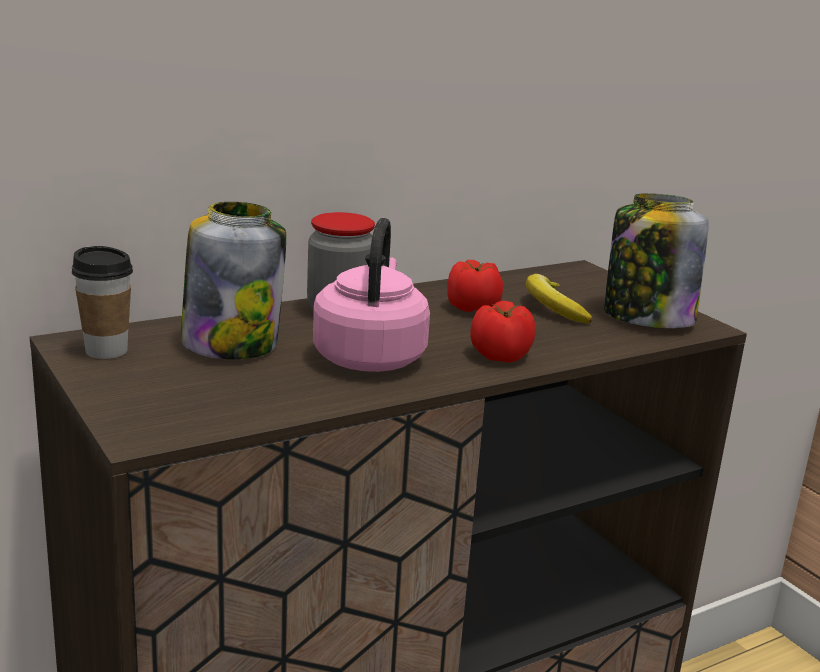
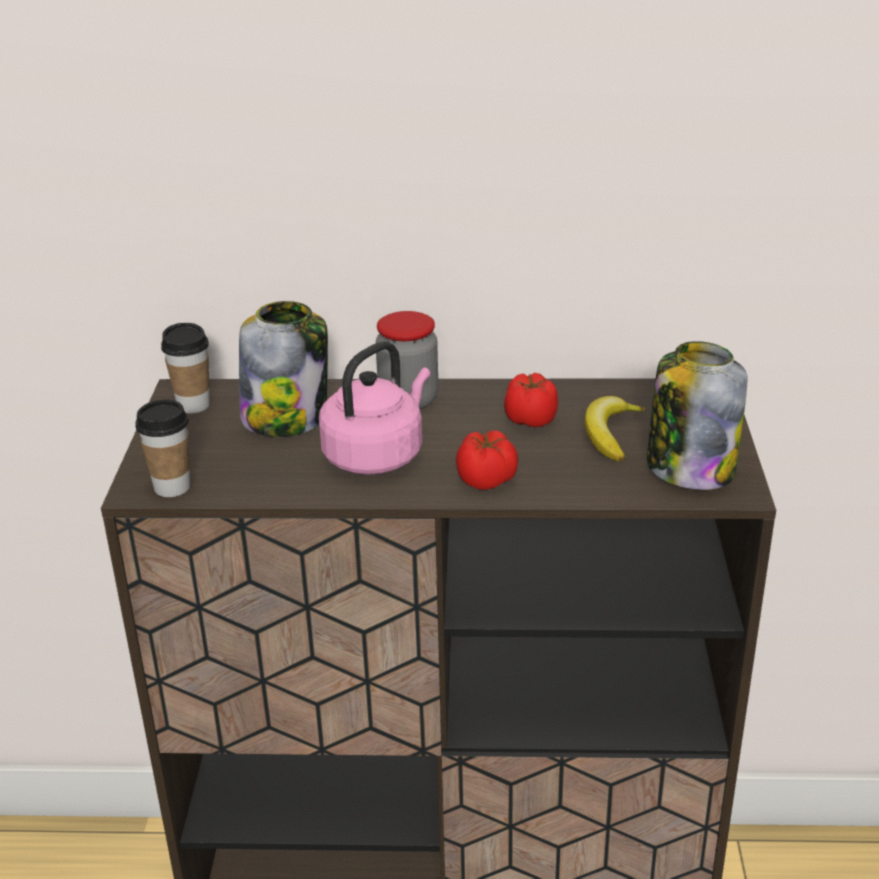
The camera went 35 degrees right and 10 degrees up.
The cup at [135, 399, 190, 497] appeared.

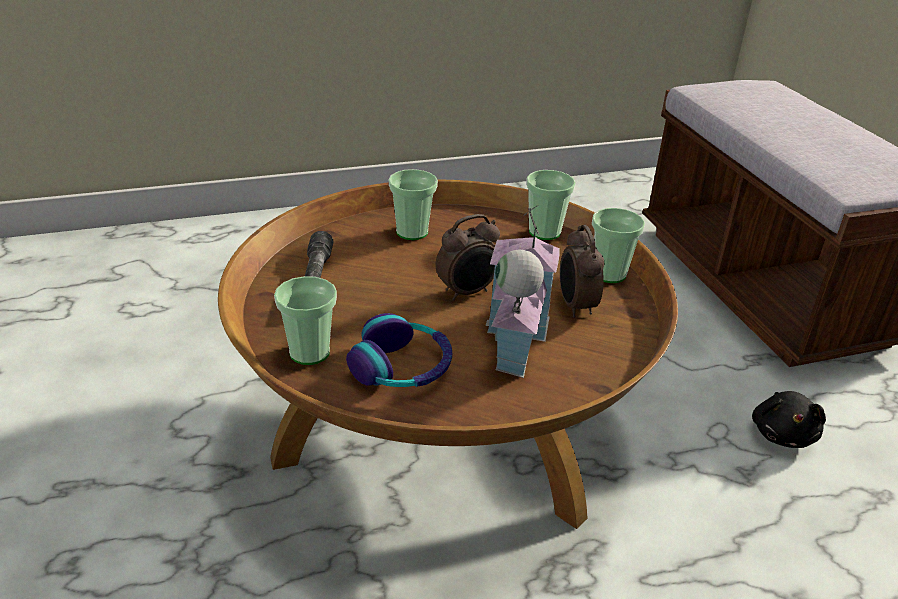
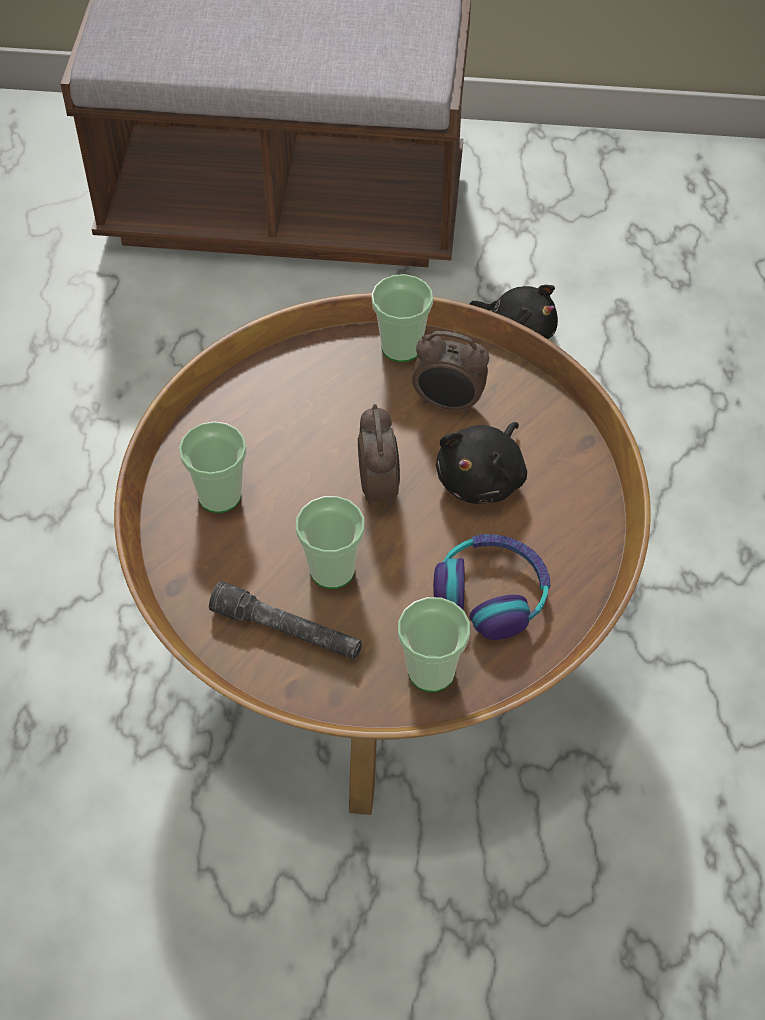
The camera went 65 degrees left and 20 degrees up.
The cup moved from [526, 170, 576, 240] to [296, 496, 364, 589].
The toy_house at [485, 206, 560, 378] was replaced by the black_plush_toy at [436, 422, 527, 504].

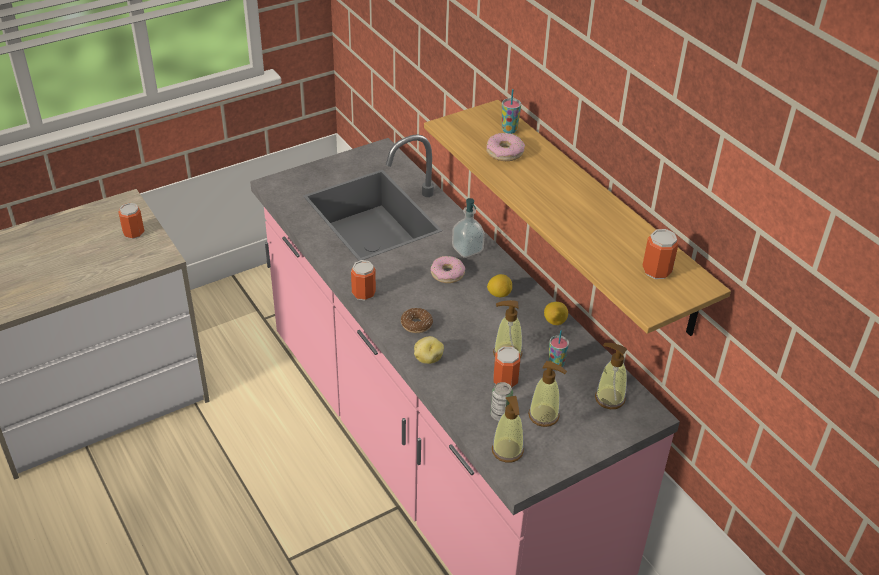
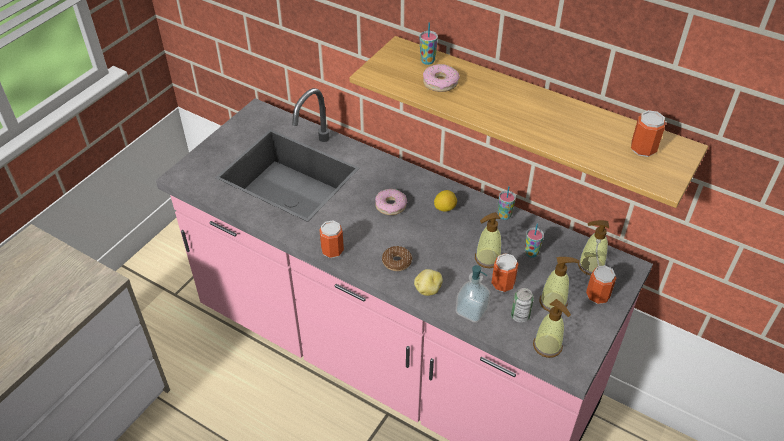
The camera went 25 degrees left and 5 degrees up.
The soap_dispenser moved from [452, 198, 485, 258] to [455, 265, 491, 323].
The lemon at [544, 302, 568, 325] was replaced by the cup at [498, 186, 516, 220].
The can moved from [118, 203, 144, 239] to [586, 265, 616, 304].

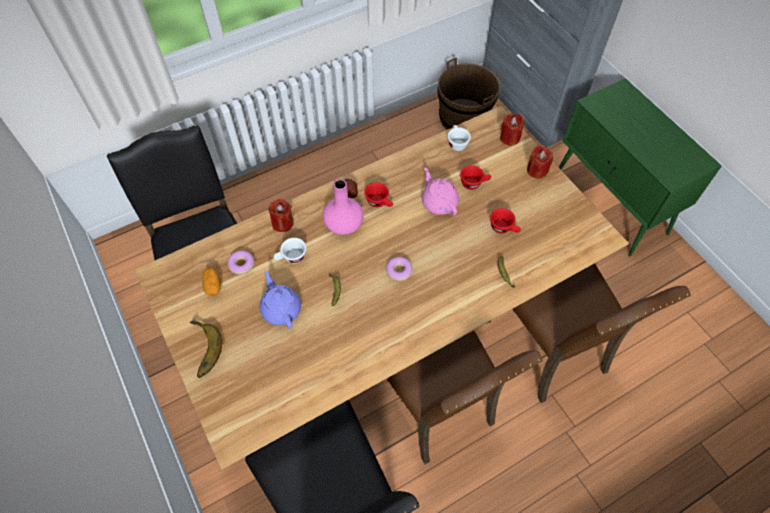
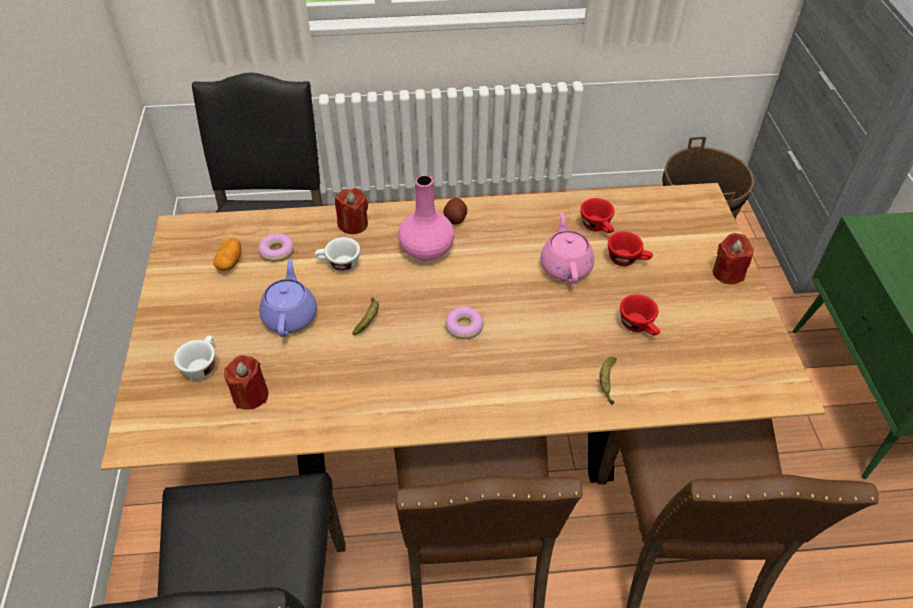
The camera went 25 degrees right and 10 degrees down.
The white_cup moved from [448, 125, 471, 151] to [174, 335, 215, 380].
The red_candle moved from [500, 114, 524, 146] to [224, 355, 268, 410].
The red_cup moved from [364, 182, 393, 207] to [580, 198, 615, 233].
The banana at [190, 320, 222, 378] disappeared.

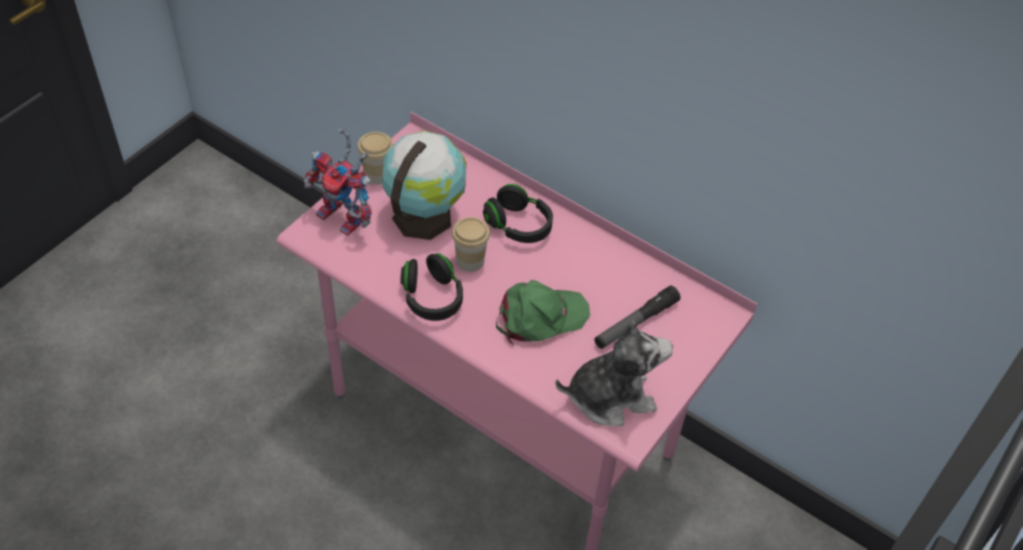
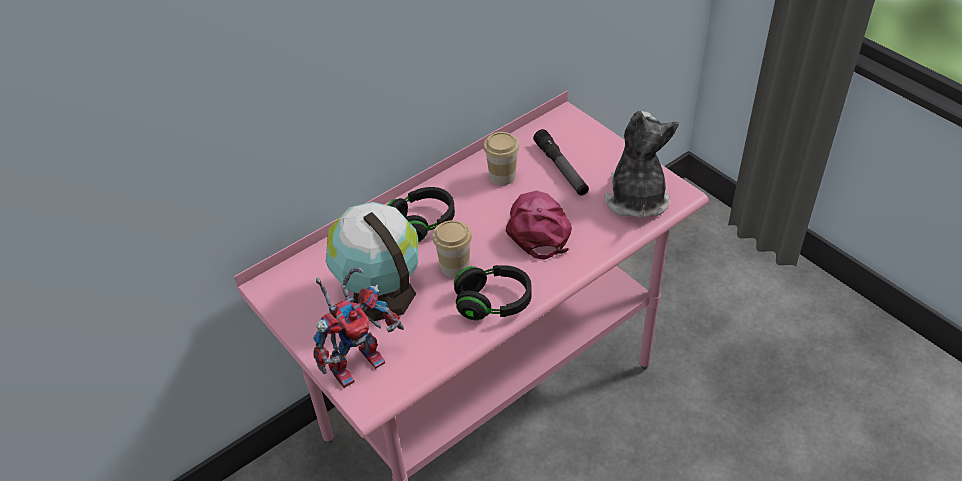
The camera went 70 degrees left and 5 degrees down.
The cup moved from [357, 132, 393, 185] to [484, 132, 519, 185].
The green_cap at [496, 280, 590, 345] became the pink_cap at [506, 191, 572, 260].

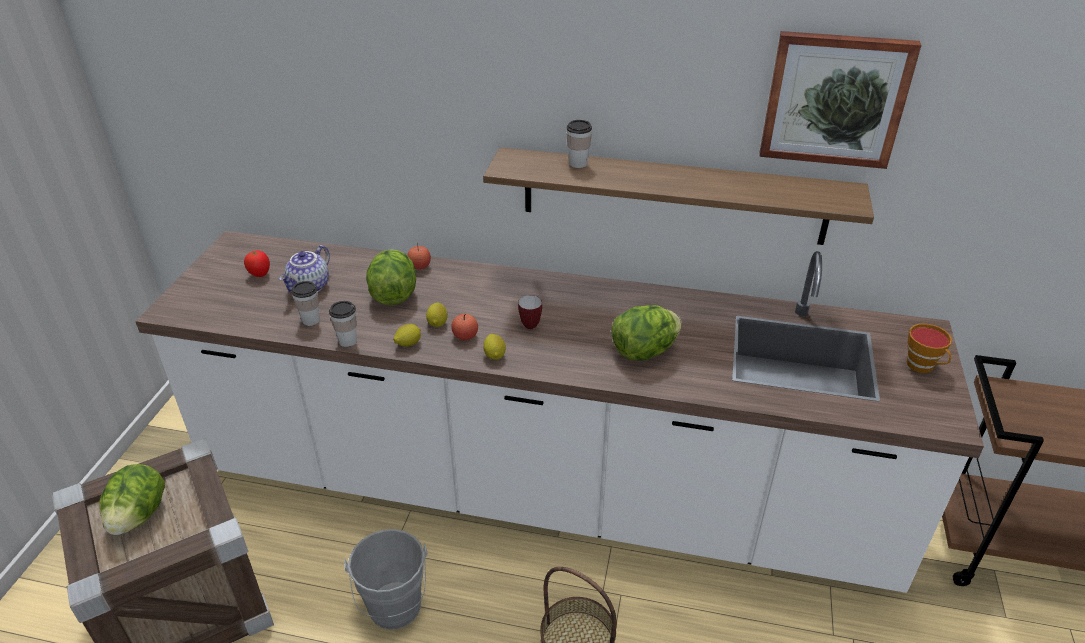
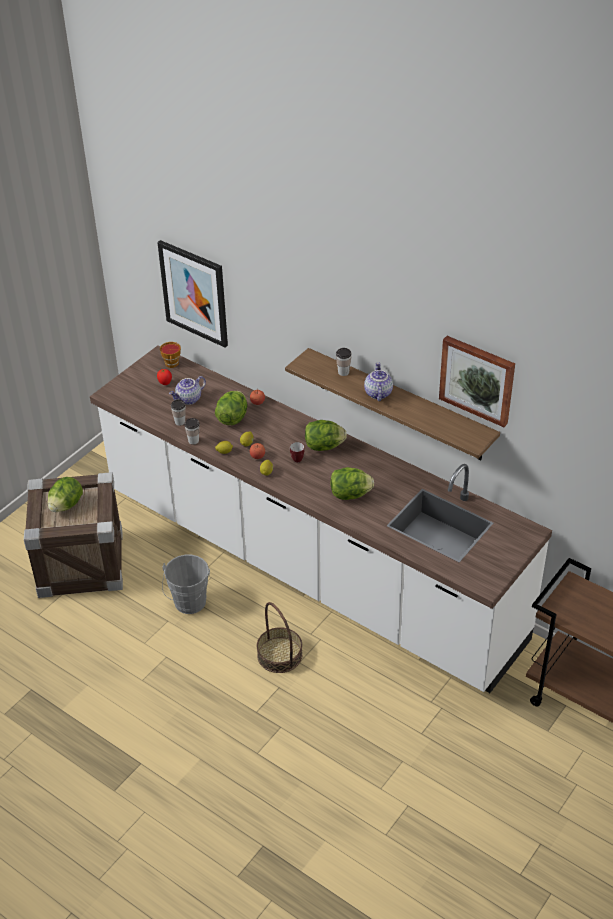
The camera went 25 degrees right and 5 degrees up.
The picture at [157, 240, 228, 347] appeared.
The cup moved from [907, 323, 952, 373] to [160, 342, 181, 368].
The lettuce at [305, 420, 347, 451] appeared.
The teapot at [364, 362, 393, 401] appeared.

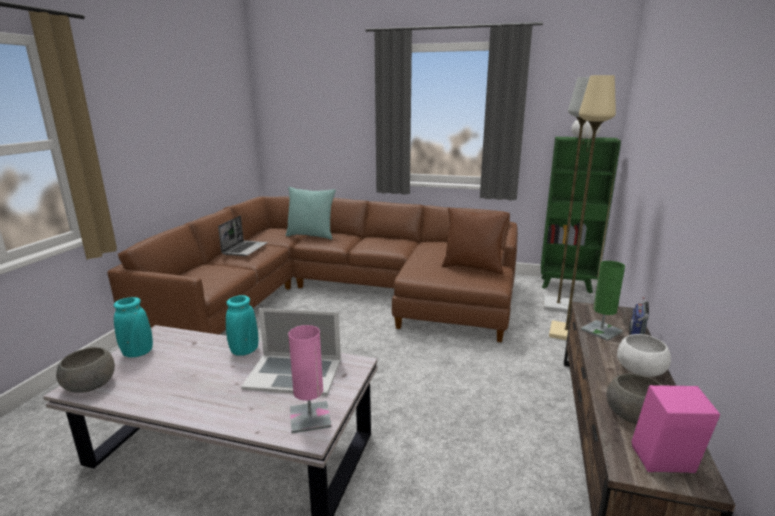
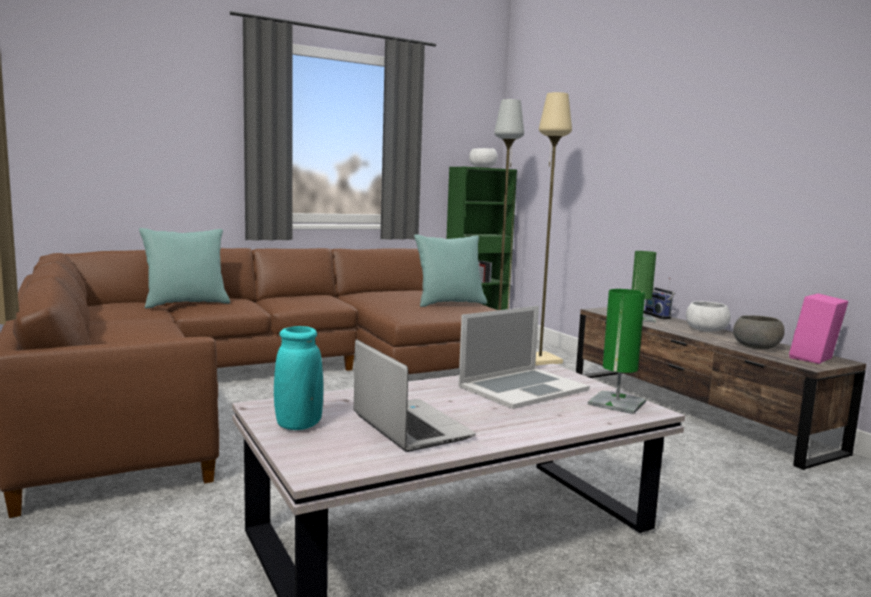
The camera went 45 degrees left and 10 degrees down.
The laptop moved from [218, 216, 268, 256] to [354, 340, 476, 452].
The brown_pillow at [442, 207, 510, 274] became the turquoise_pillow at [414, 234, 487, 307].
The pink_table_lamp at [288, 325, 332, 433] became the green_table_lamp at [588, 289, 646, 414].
The grey_bowl at [56, 347, 115, 393] disappeared.
The turquoise_vase at [226, 295, 258, 356] disappeared.

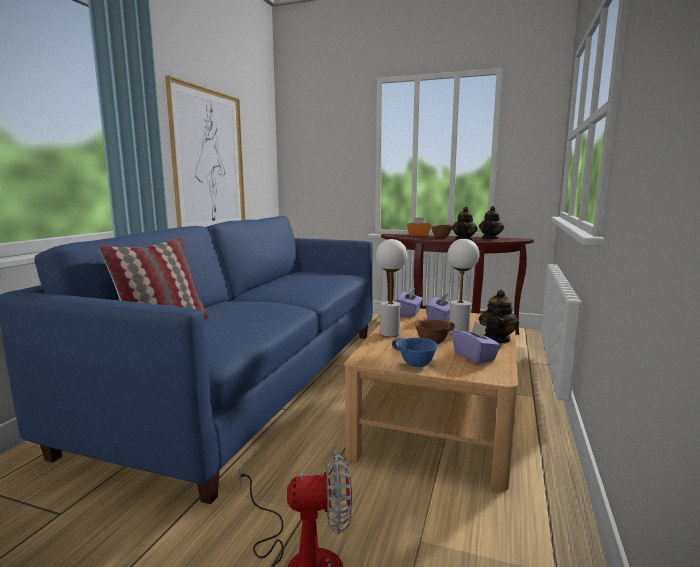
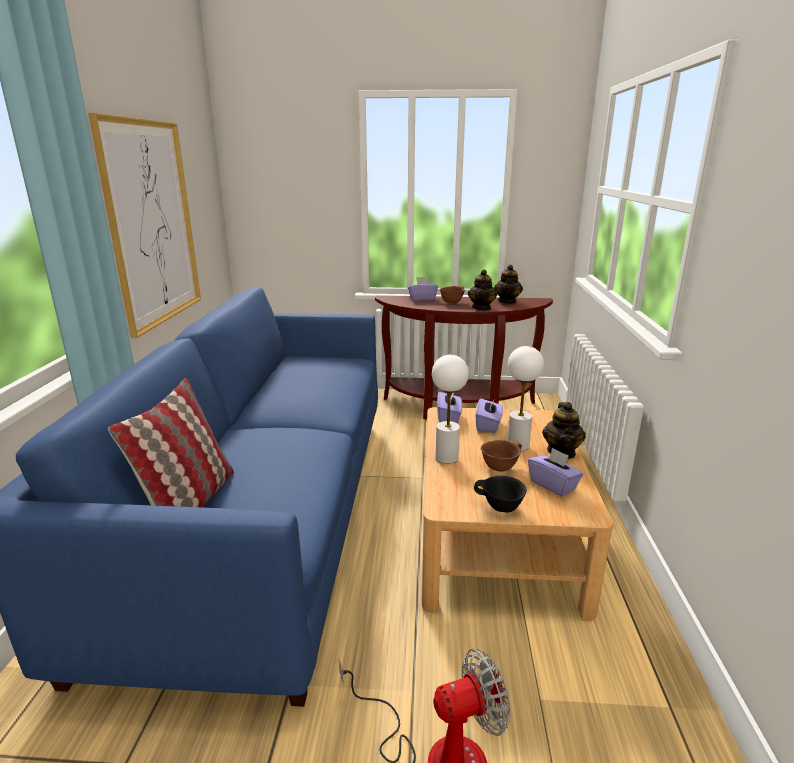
The camera went 15 degrees left and 10 degrees up.
The orange_tissue_box at [407, 217, 431, 236] became the purple_tissue_box at [408, 277, 438, 301].
The blue_bowl at [392, 338, 438, 367] became the black_bowl at [474, 475, 527, 512].

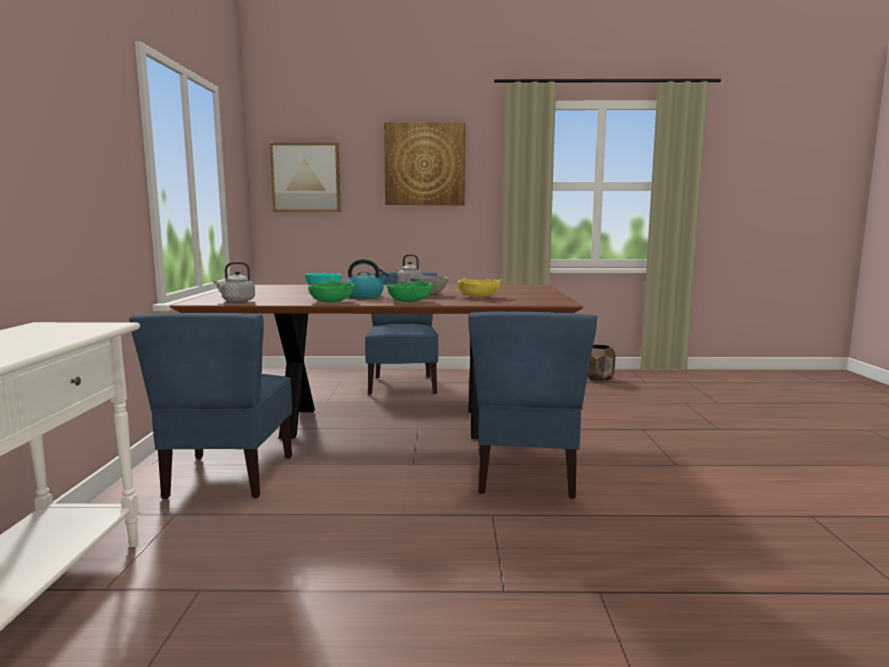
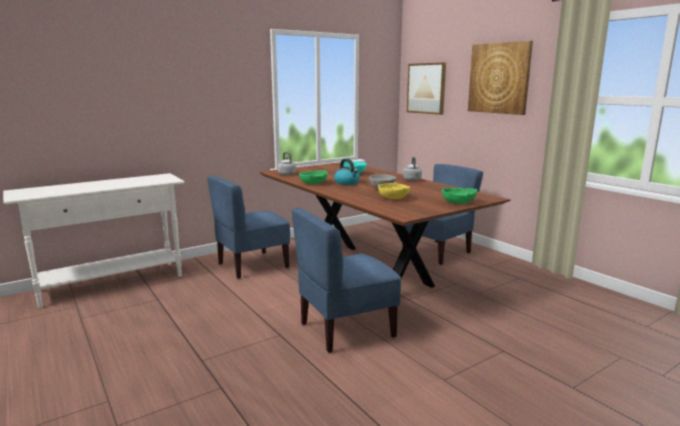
The camera went 55 degrees right and 5 degrees up.
The green_bowl moved from [387, 280, 433, 302] to [442, 187, 477, 204].
The brown_planter at [587, 345, 615, 381] disappeared.

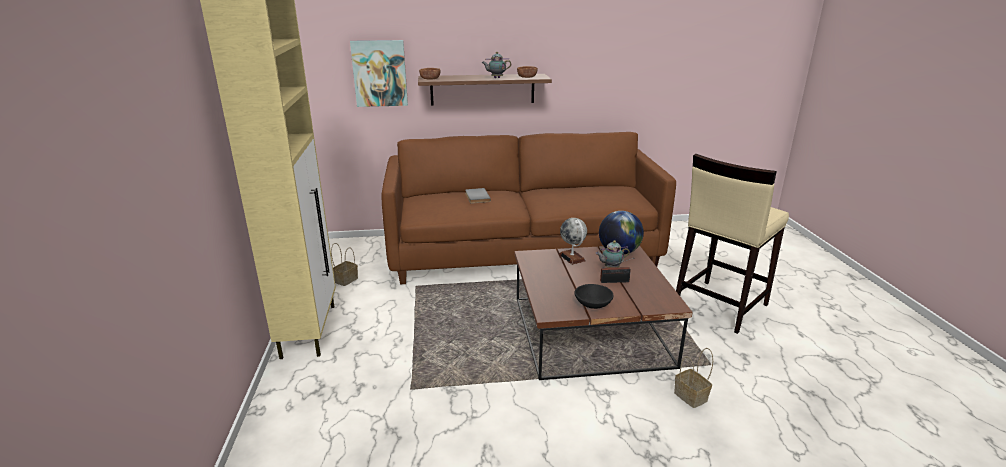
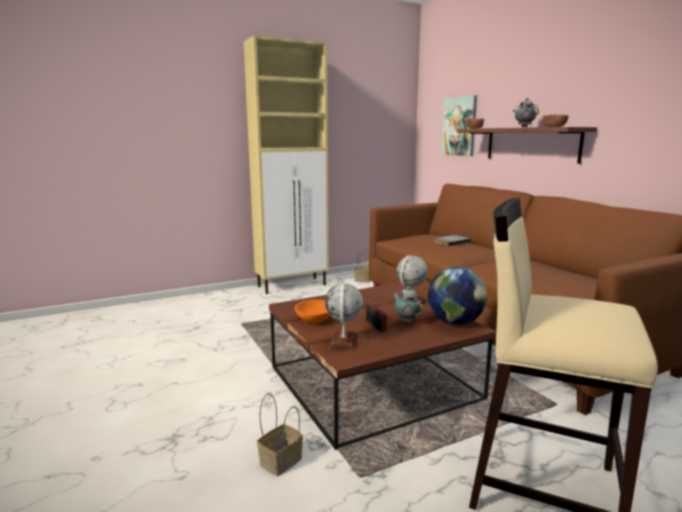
The camera went 70 degrees right and 10 degrees down.
The black_bowl at [575, 284, 614, 309] became the orange_bowl at [295, 300, 330, 323].
The globe at [325, 283, 363, 350] appeared.

